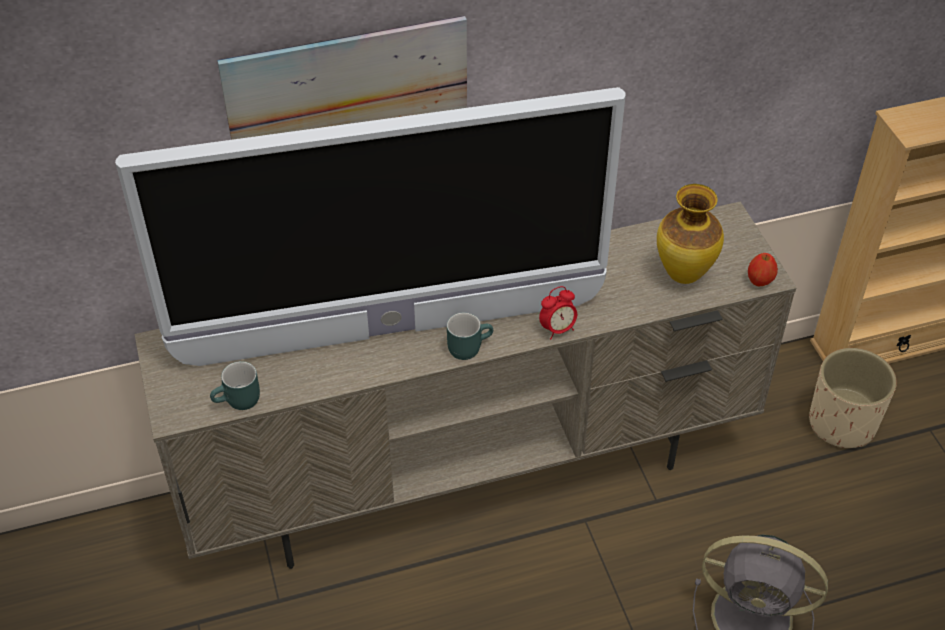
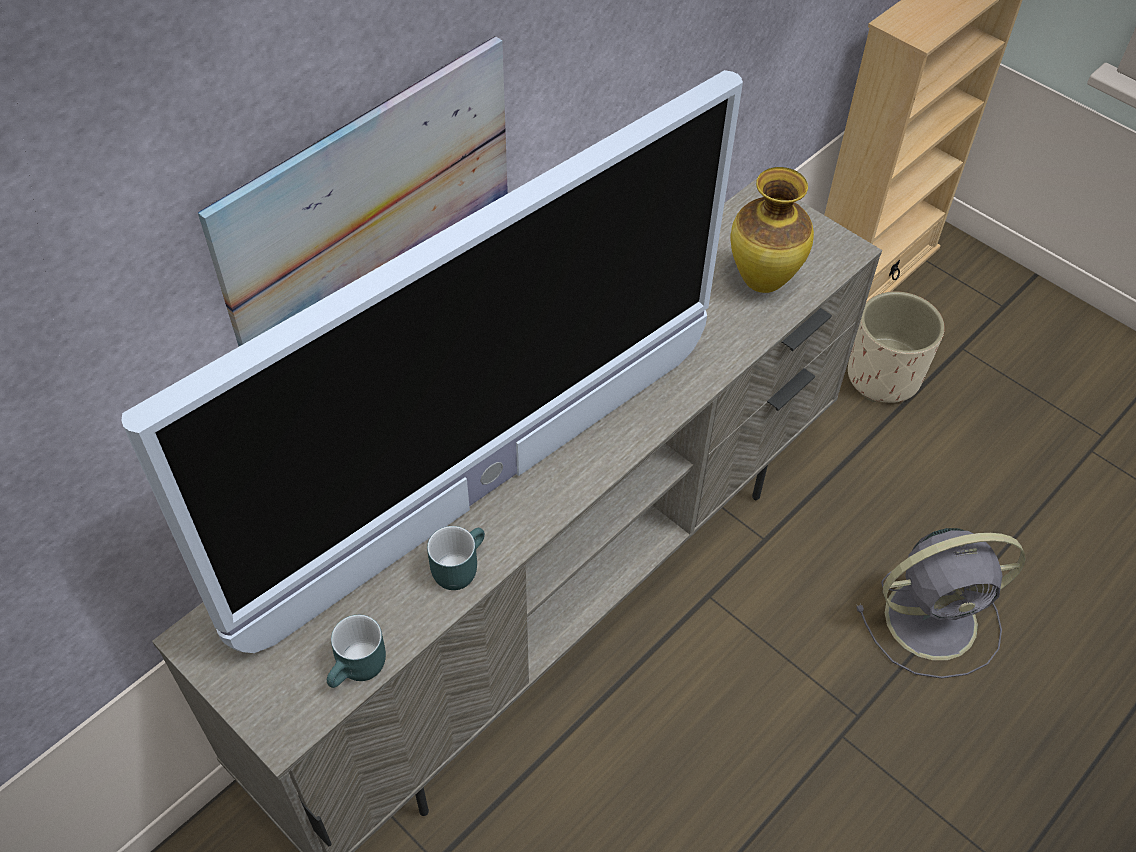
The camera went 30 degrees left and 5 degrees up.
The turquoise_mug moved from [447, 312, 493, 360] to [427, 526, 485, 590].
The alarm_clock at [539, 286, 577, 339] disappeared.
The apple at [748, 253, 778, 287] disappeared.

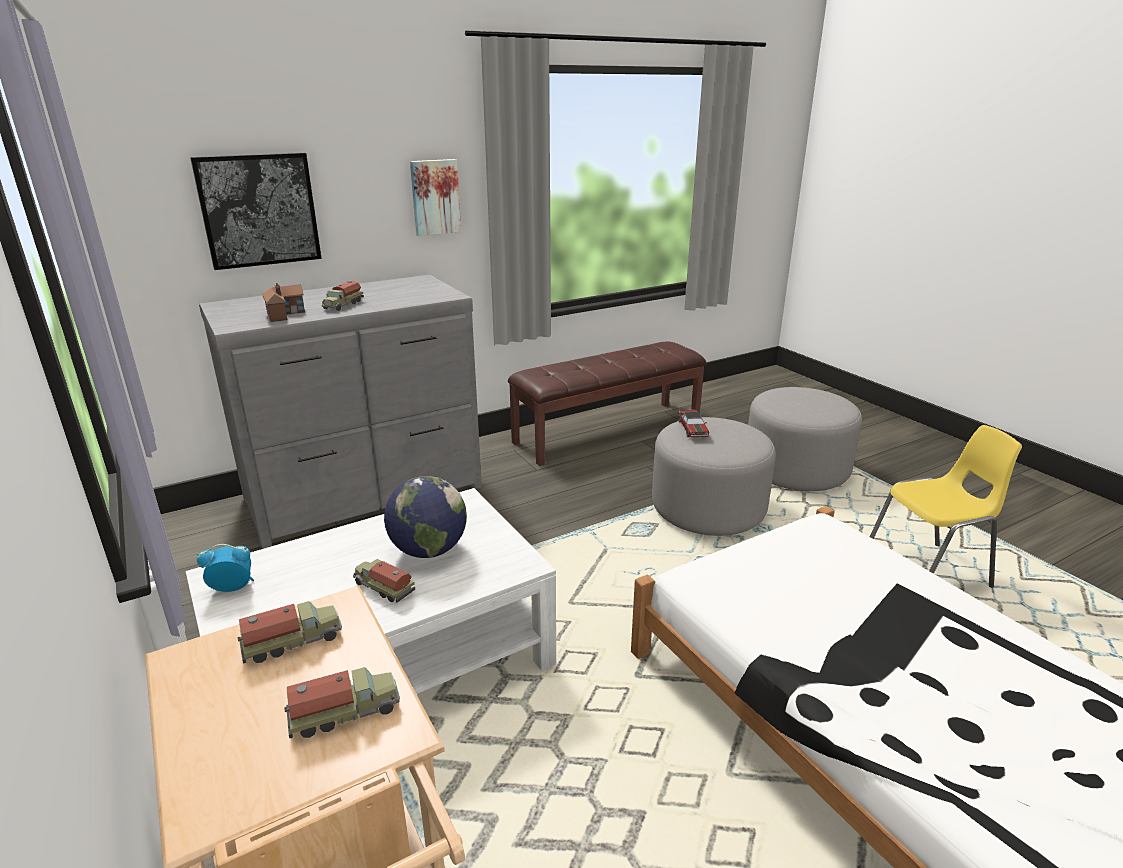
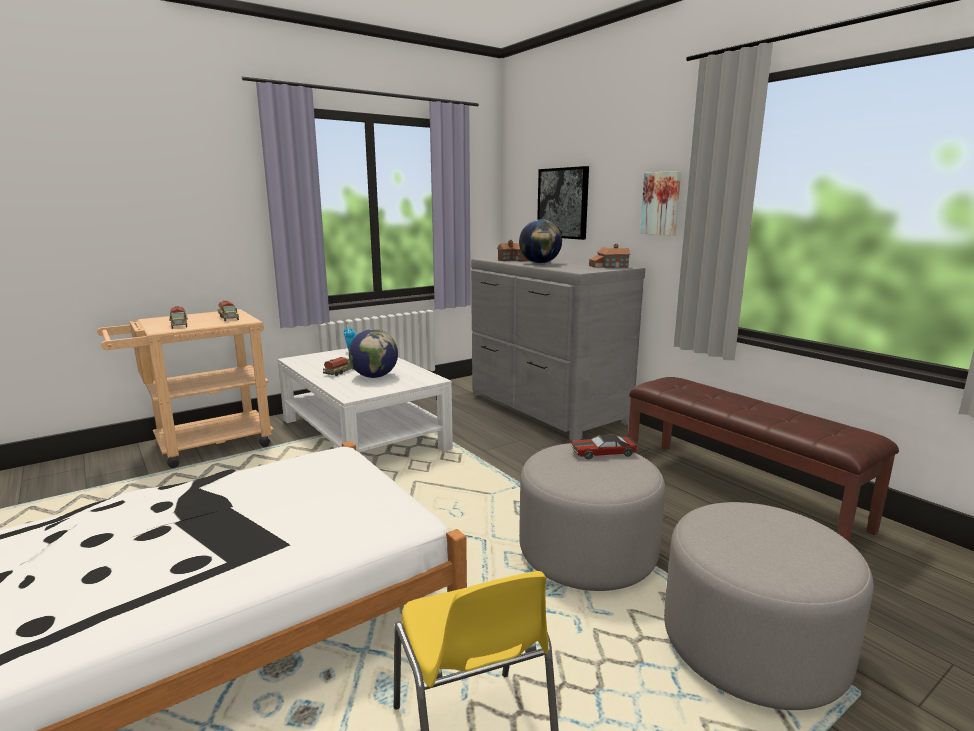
The camera went 85 degrees right and 10 degrees down.
The toy_truck at [322, 281, 364, 311] was replaced by the globe at [519, 219, 562, 264].
The toy_house at [589, 244, 630, 268] appeared.

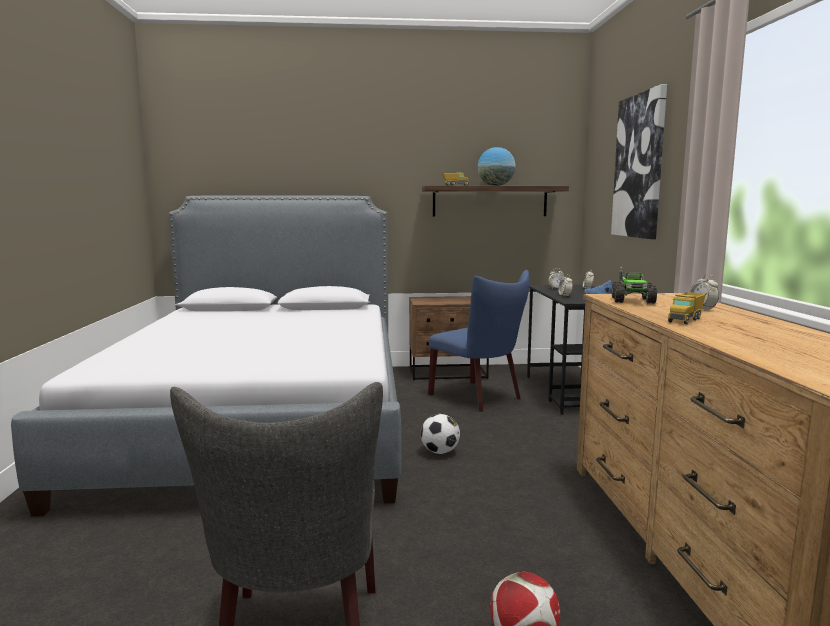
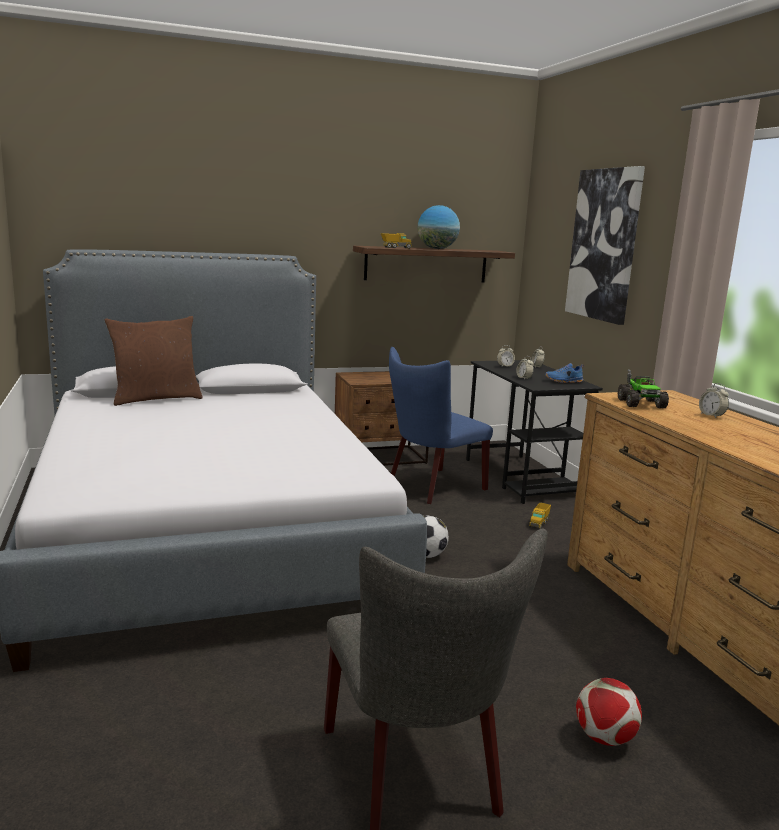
The camera went 15 degrees left and 5 degrees up.
The brown_pillow at [105, 316, 203, 406] appeared.
The blue_chair at [428, 270, 529, 412] turned 105 degrees clockwise.
The toy_truck moved from [668, 292, 706, 324] to [529, 502, 551, 529].

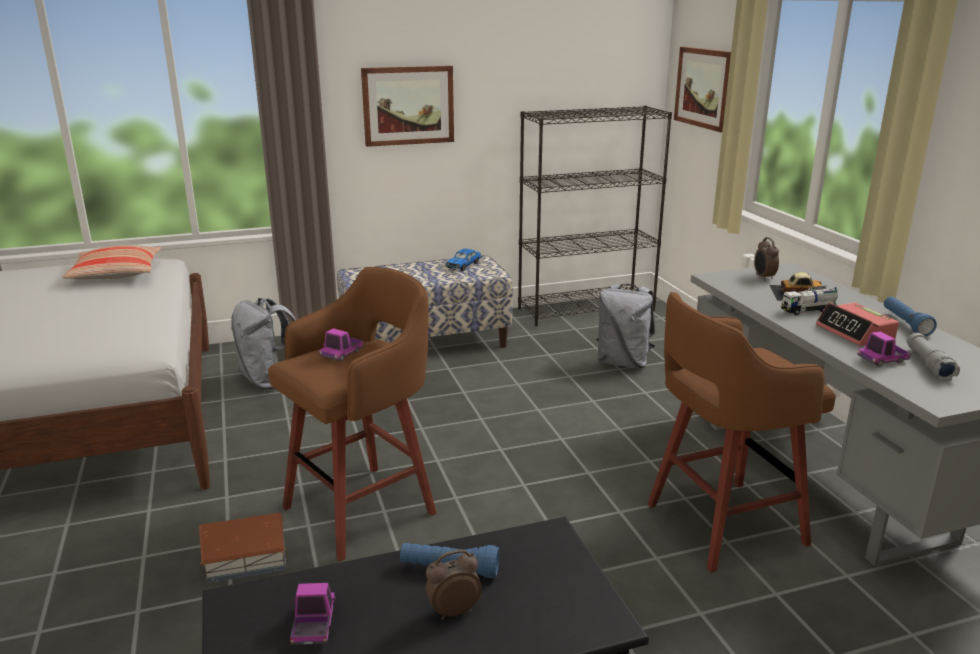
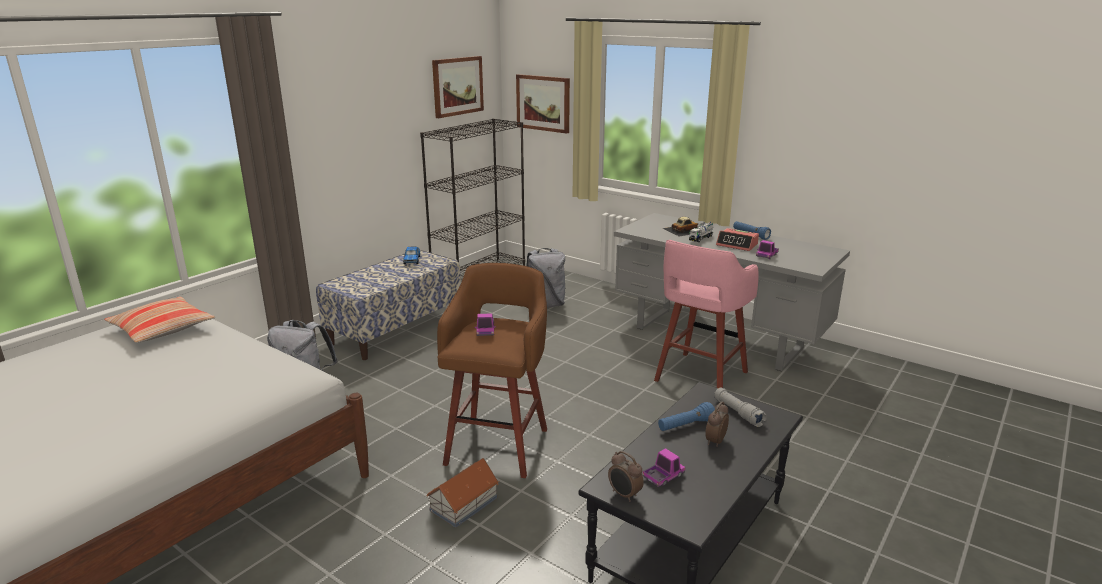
The camera went 35 degrees left and 0 degrees up.
The picture moved from [361, 66, 454, 147] to [432, 56, 484, 118].
The alarm_clock moved from [754, 237, 779, 281] to [608, 451, 644, 502].
The toy_truck at [290, 583, 336, 645] turned 90 degrees clockwise.
The brown_stool at [648, 292, 836, 572] became the pink_stool at [654, 240, 759, 388].
The grey_flashlight moved from [907, 333, 960, 381] to [714, 388, 767, 427].

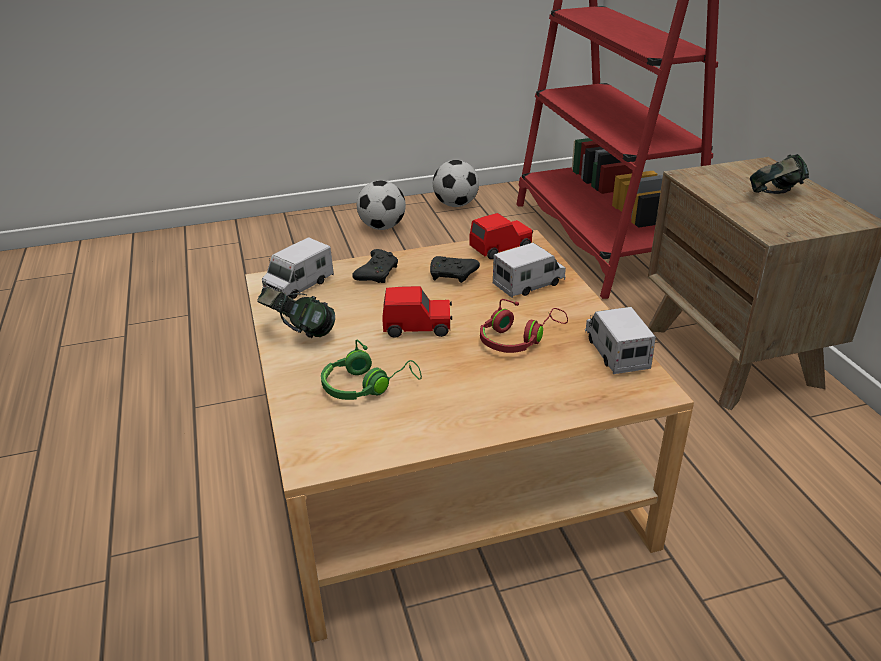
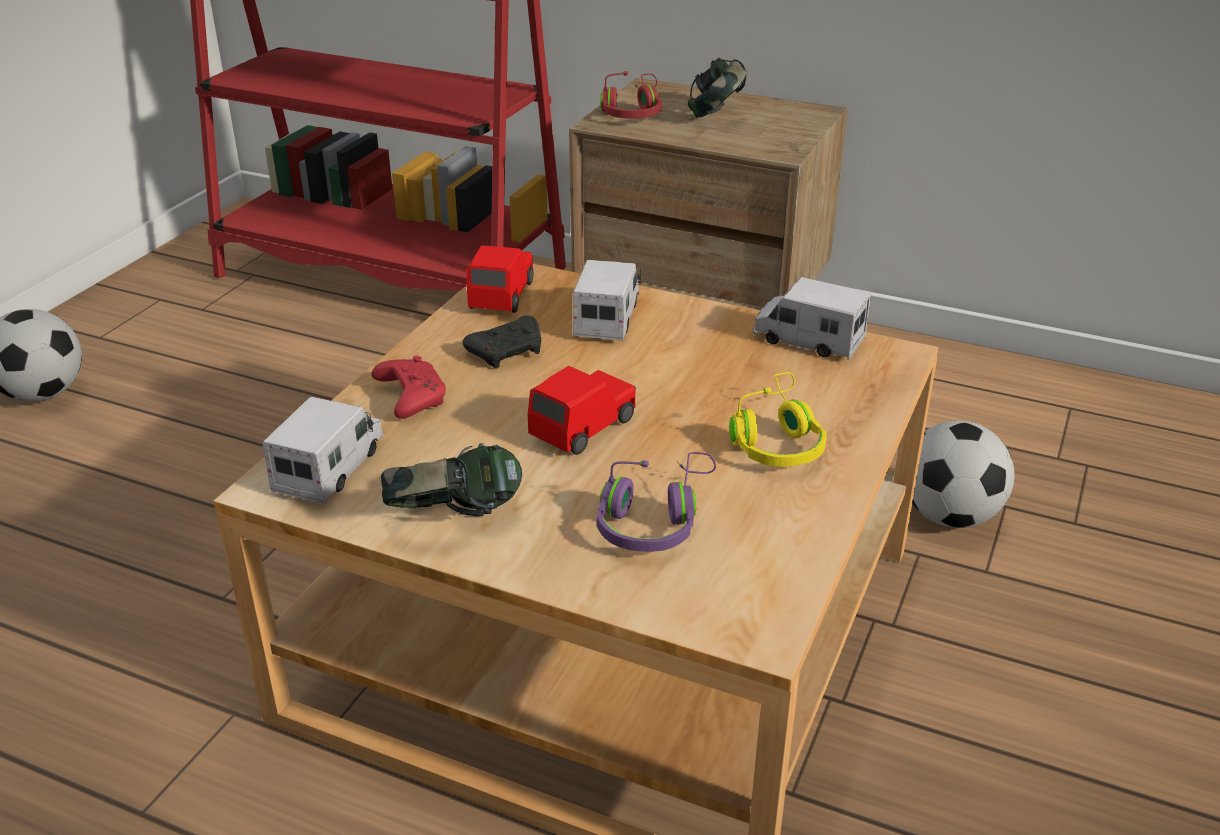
The camera went 50 degrees left and 0 degrees up.
The toy_truck at [262, 237, 334, 299] turned 150 degrees counterclockwise.
The black_game_controller at [352, 249, 398, 283] became the red_game_controller at [372, 356, 446, 419].
The green_headphones at [321, 340, 422, 400] became the purple_headphones at [597, 452, 716, 552].
The red_headphones moved from [480, 299, 568, 353] to [600, 71, 662, 119].
The yellow_headphones at [729, 372, 827, 467] appeared.
The football moved from [433, 160, 479, 207] to [912, 421, 1014, 528].

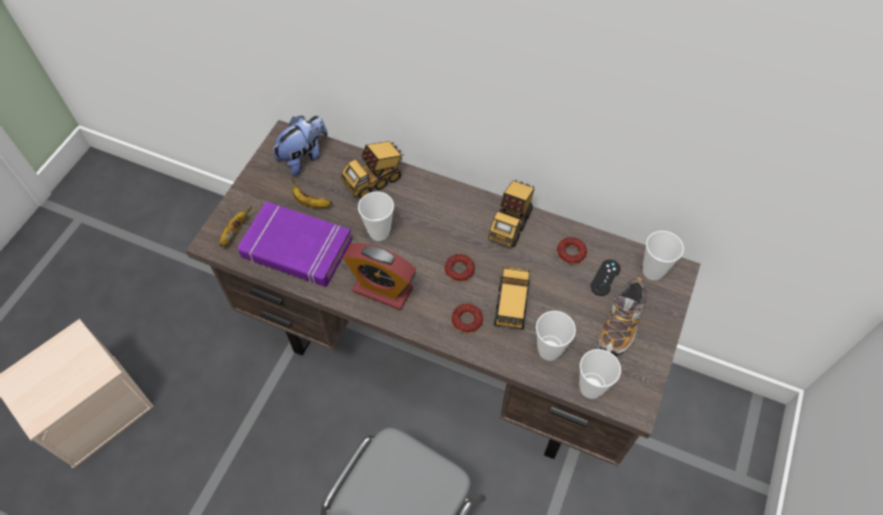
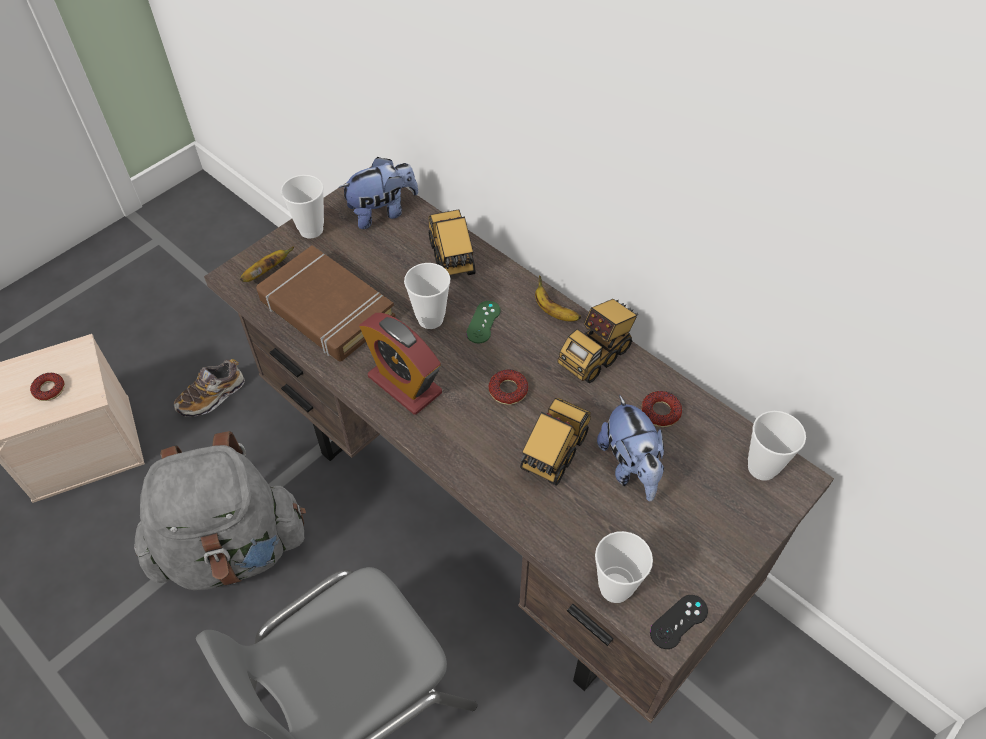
The camera went 20 degrees right and 5 degrees down.
The donut moved from [452, 304, 483, 333] to [30, 373, 65, 401].
The grey_backpack at [134, 431, 306, 590] appeared.
The shoe moved from [598, 277, 646, 356] to [174, 359, 245, 417].
The purple_book at [238, 201, 352, 287] became the brown_book at [256, 245, 395, 361].
The cup moved from [536, 311, 576, 361] to [281, 175, 324, 239].
The toy_truck at [341, 141, 404, 199] turned 90 degrees clockwise.
The green_game_controller at [466, 301, 501, 343] appeared.
The banana moved from [292, 179, 332, 208] to [535, 275, 581, 321].
The plush_toy at [597, 395, 664, 502] appeared.
The black_game_controller moved from [590, 259, 621, 296] to [650, 595, 708, 649].

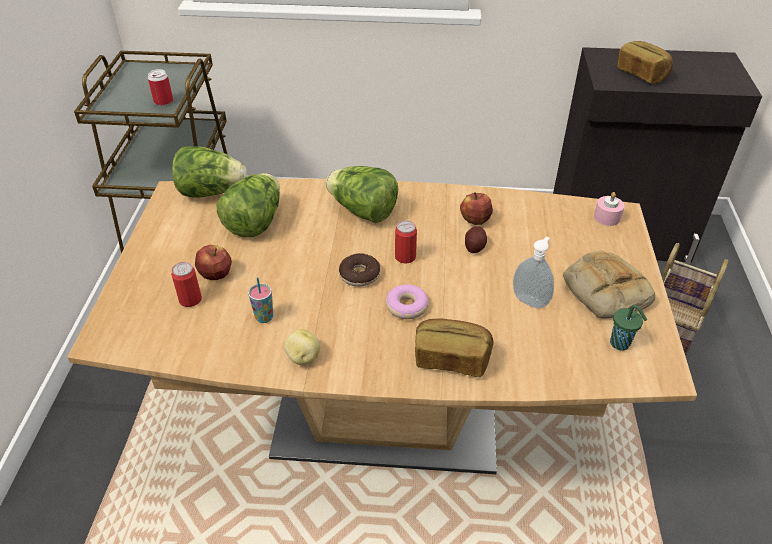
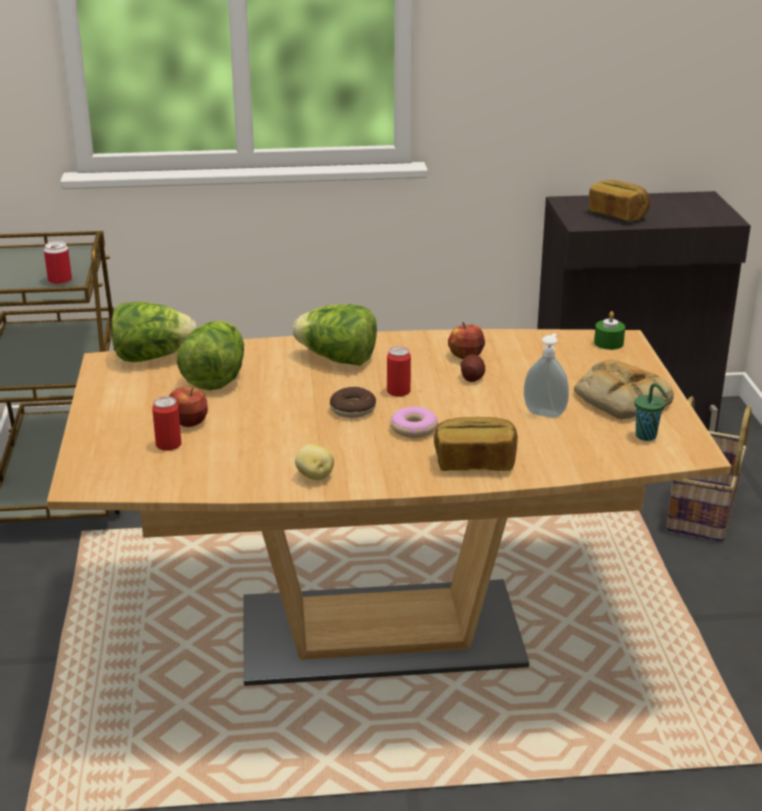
The camera went 10 degrees left and 15 degrees down.
The pink_candle at [594, 192, 625, 226] became the green_candle at [594, 311, 625, 350].
The cup at [248, 277, 273, 323] disappeared.

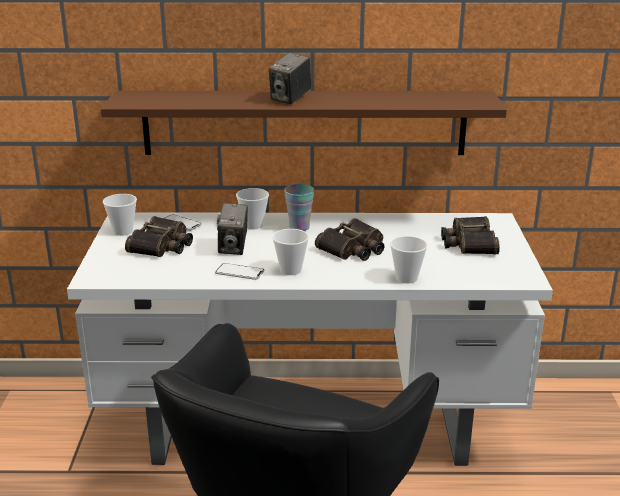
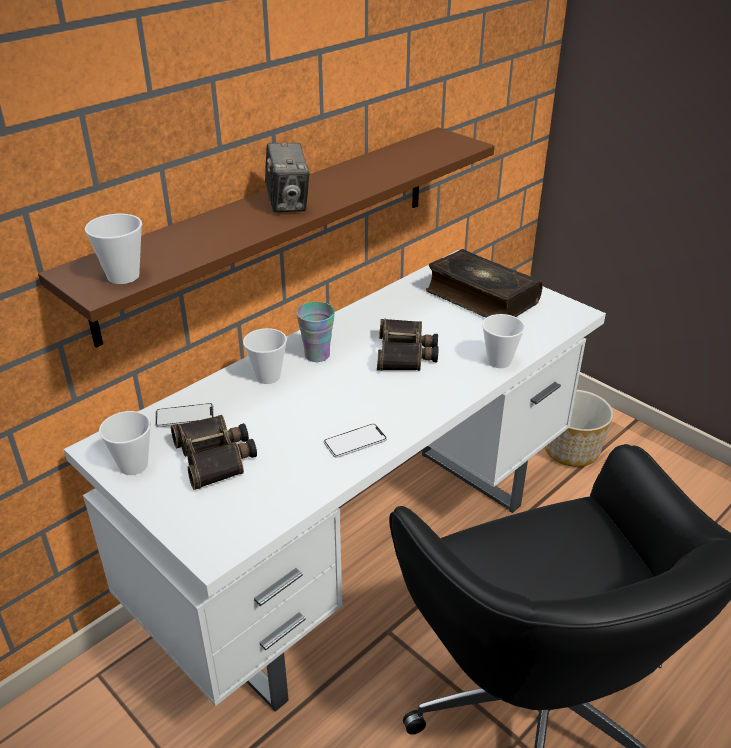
The camera went 45 degrees left and 10 degrees up.
The cup moved from [272, 229, 309, 275] to [85, 214, 142, 284].
The binoculars at [441, 216, 500, 254] was replaced by the book at [426, 249, 543, 318].
The planter at [544, 390, 613, 467] appeared.
The photo_camera at [217, 203, 248, 255] disappeared.

